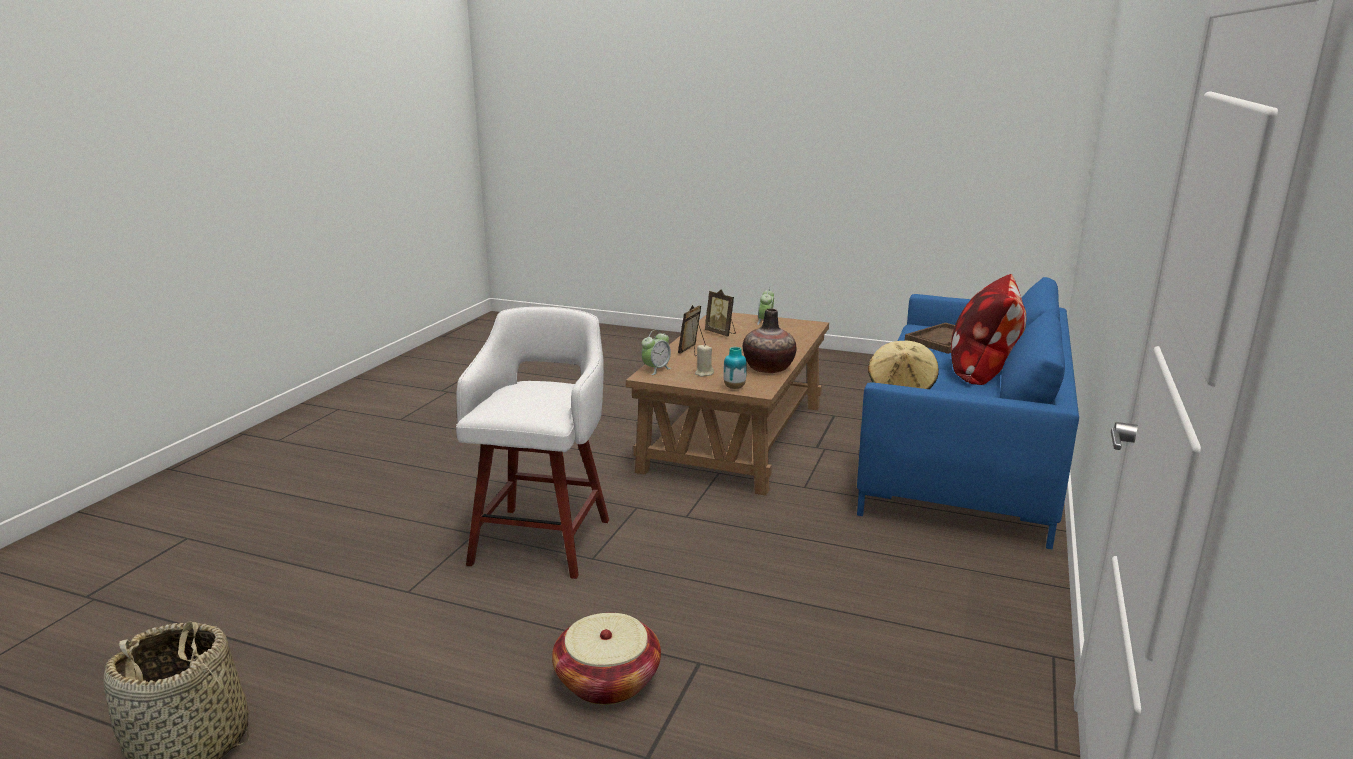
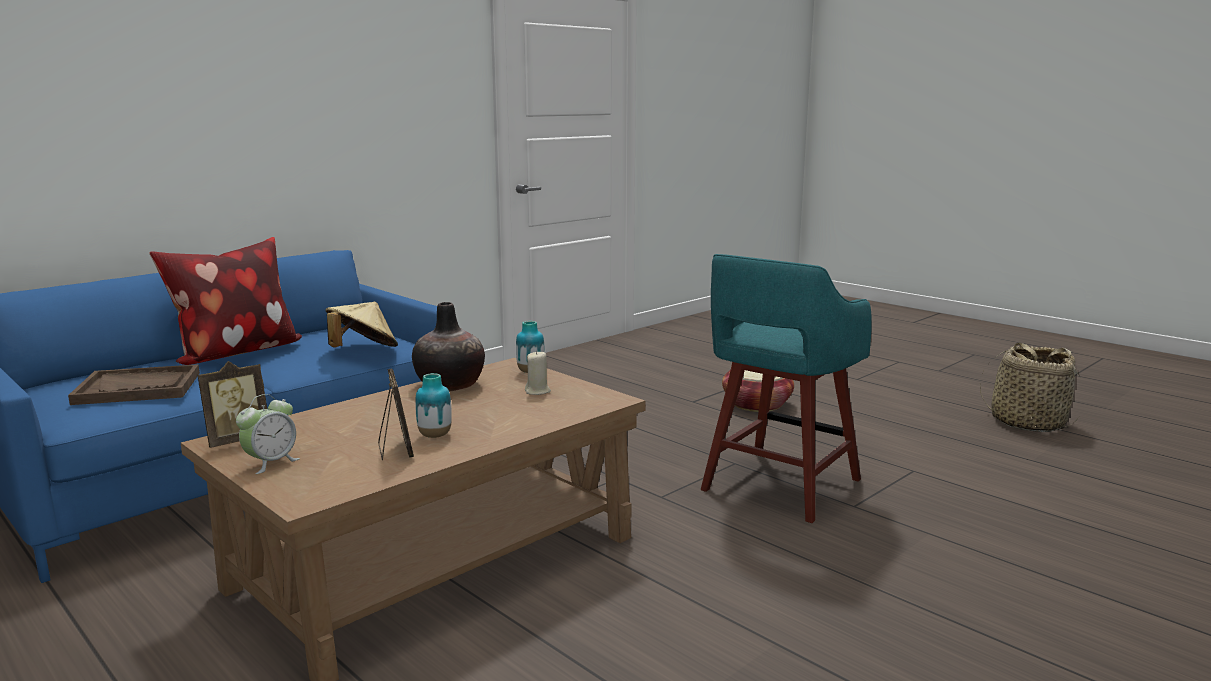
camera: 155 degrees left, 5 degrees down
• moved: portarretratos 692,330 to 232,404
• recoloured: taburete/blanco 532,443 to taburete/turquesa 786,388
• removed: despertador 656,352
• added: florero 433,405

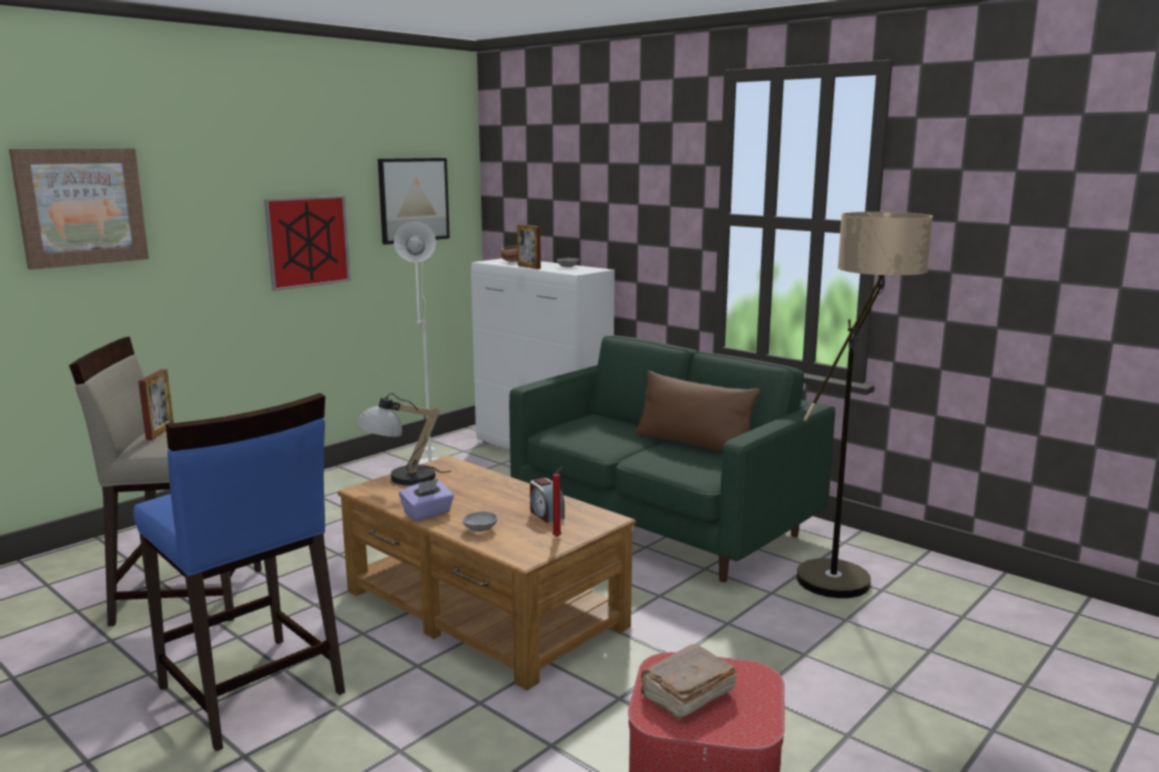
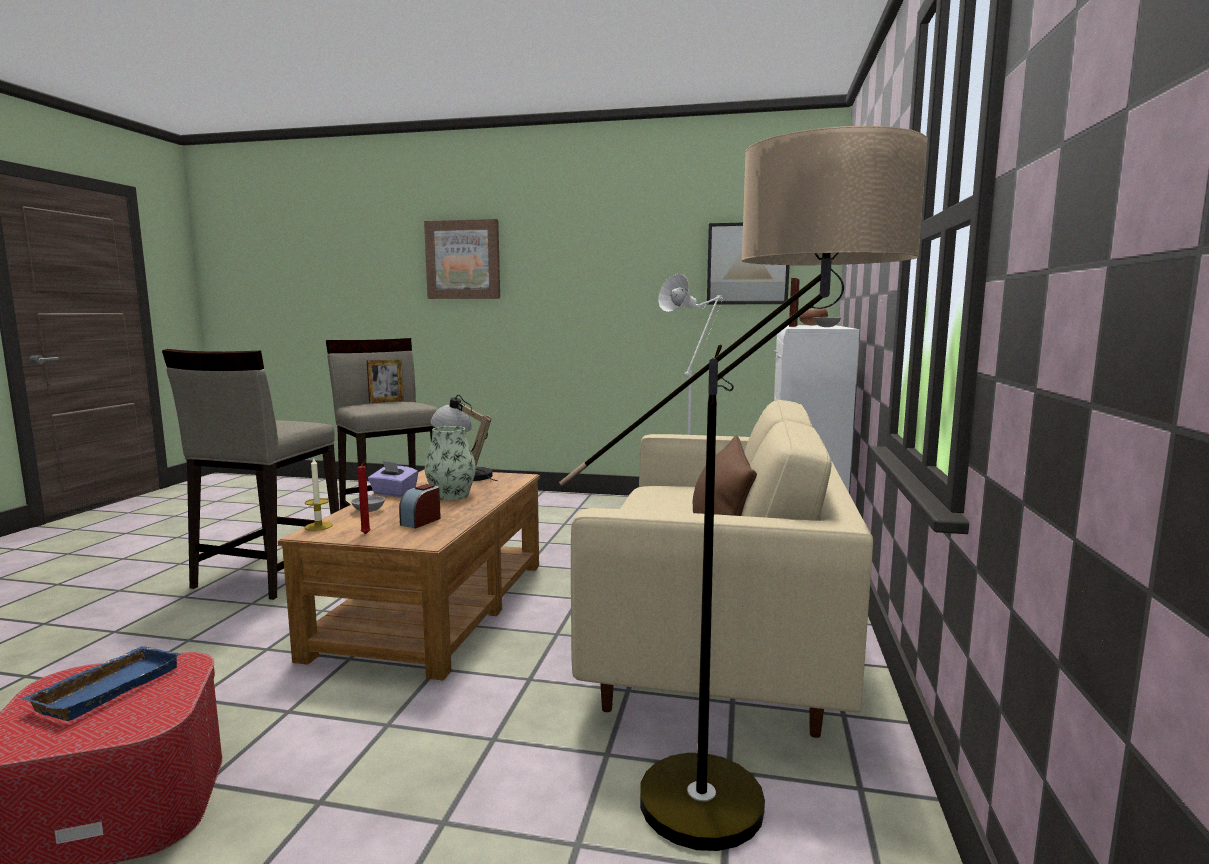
camera: 60 degrees right, 5 degrees down
• removed: cuadro 307,243
• recoloured: sofá/verde 672,459 to sofá/beis 722,569
• recoloured: taburete/azul 239,572 to taburete/beis 250,474
• replaced: libro/marrón 688,682 to bandeja/azul 101,683
• added: florero 450,463
• added: vela 319,494

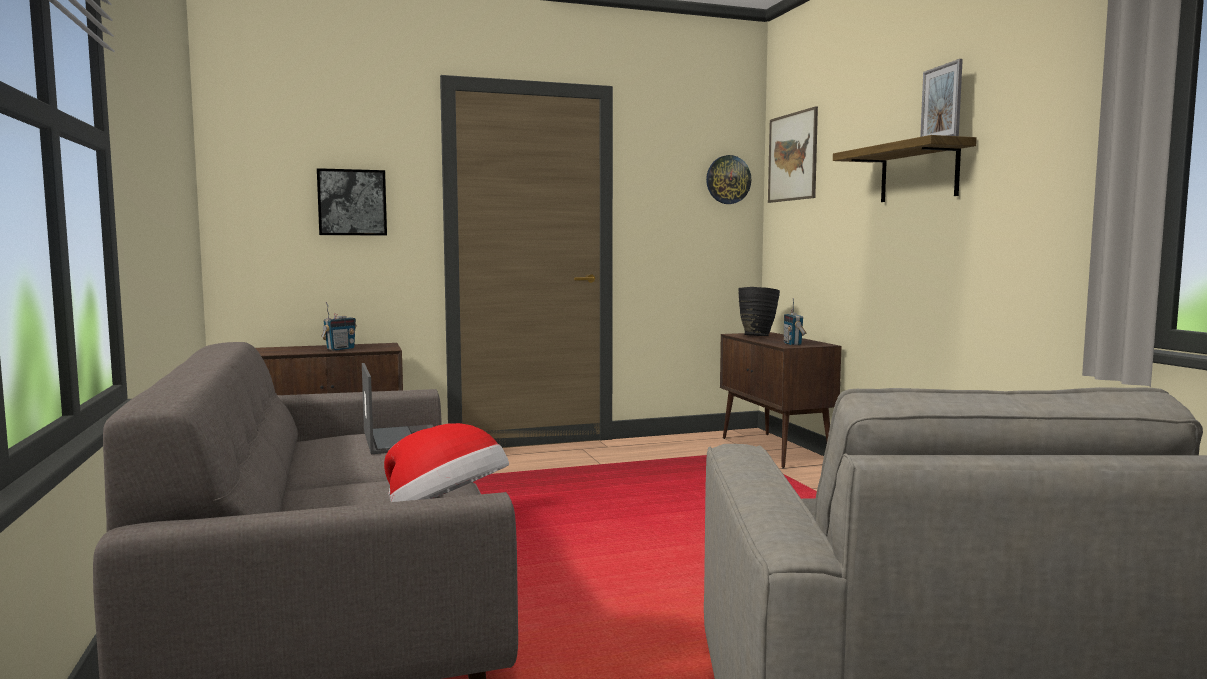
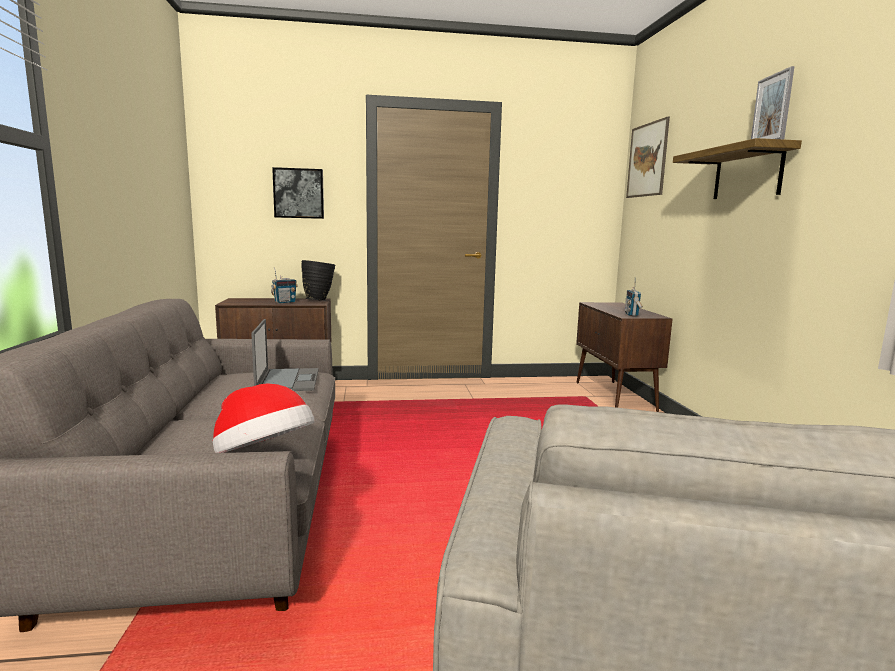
camera: 10 degrees right, 5 degrees up
• removed: reloj de pared 728,179
• moved: florero/negro 759,311 to 318,280

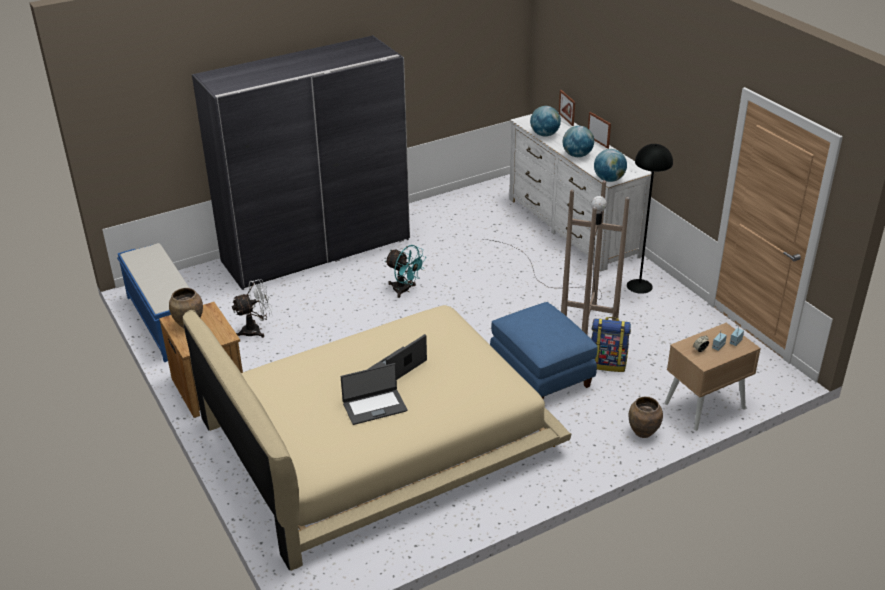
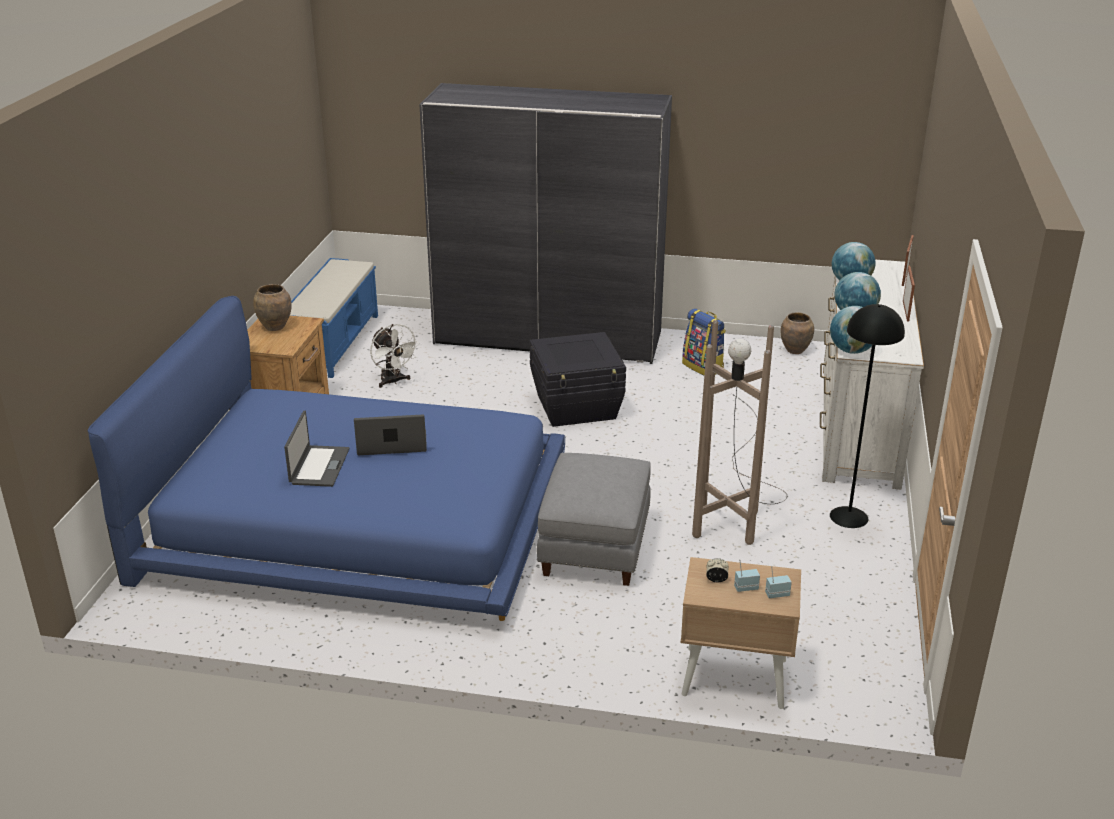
camera: 40 degrees right, 5 degrees down
• replaced: ventilador/turquesa 405,271 to caja de almacenaje/negro 578,379
• turned: ventilador/blanco 252,308 = 395,356 45 degrees clockwise
• recoloured: puf/azul 544,351 to puf/gris 594,519
• recoloured: cama/beis 377,438 to cama/azul 326,458
• moved: mochila 611,344 to 704,342
• turned: portátil 374,394 = 316,449 105 degrees counterclockwise
• moved: florero/marrón 646,417 to 797,333

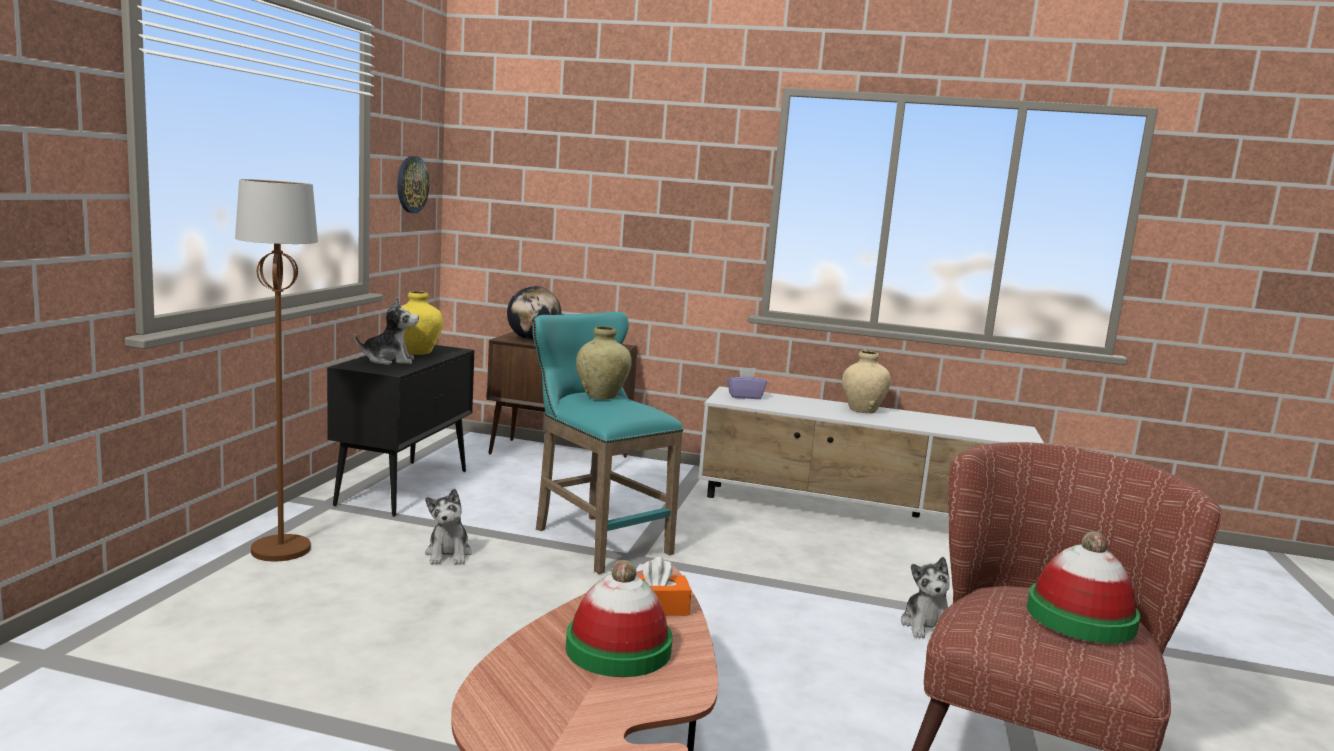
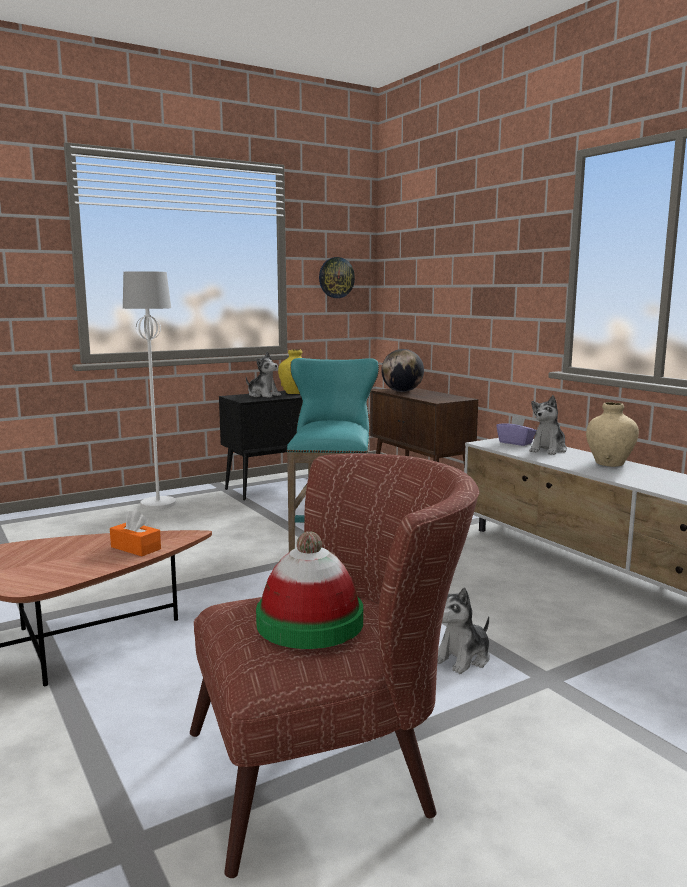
camera: 45 degrees right, 0 degrees up
• recoloured: lámpara de pie/marrón 276,370 to lámpara de pie/blanco 149,390
• removed: florero/beis 604,362
• moved: peluche 448,526 to 548,425
• removed: sombrero 619,618

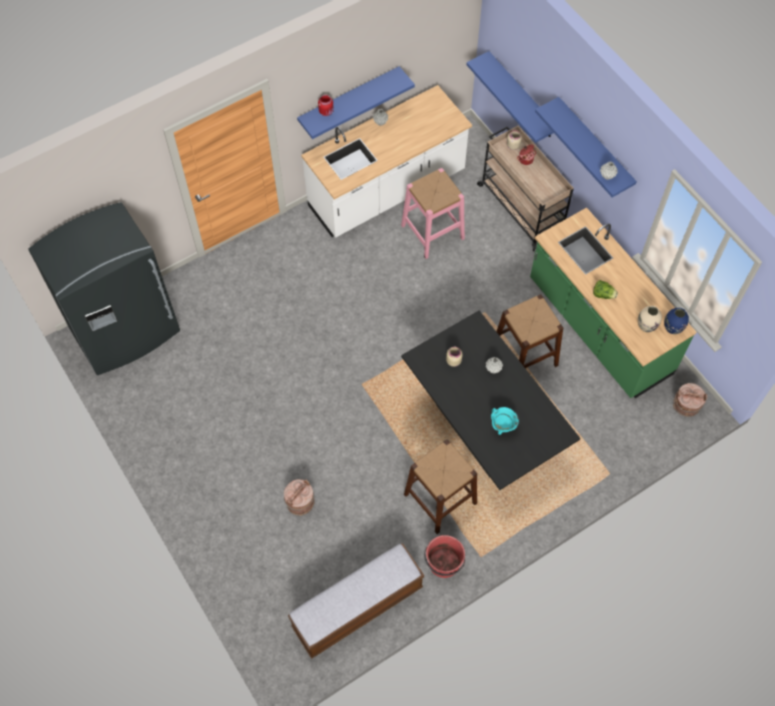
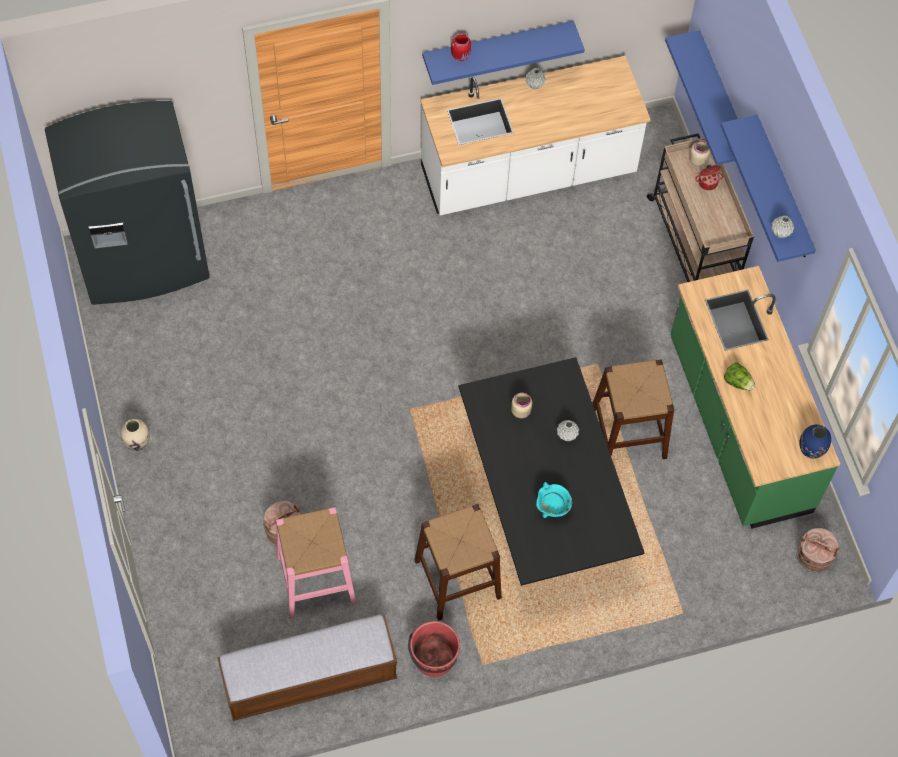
camera: 15 degrees right, 0 degrees up
• moved: taburete/rosa 433,213 to 316,563
• moved: florero/beis 650,319 to 135,435

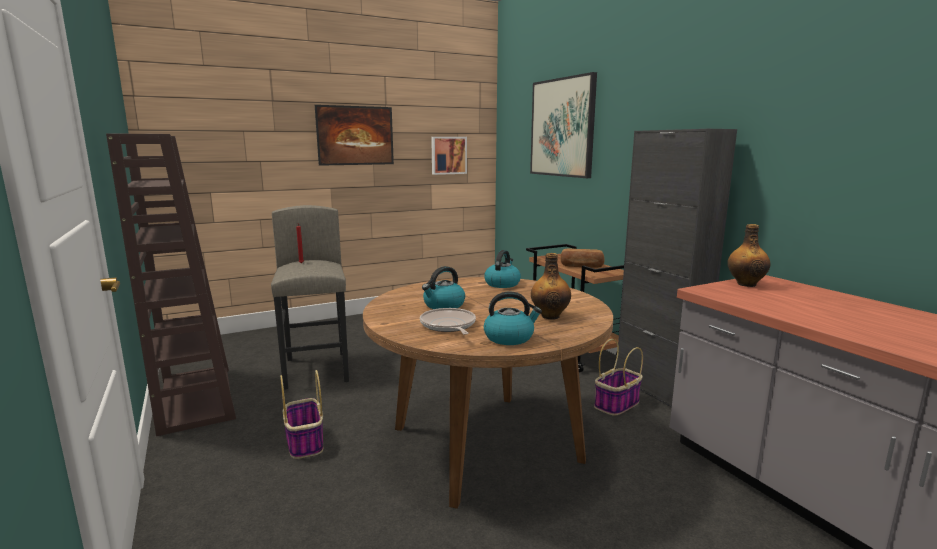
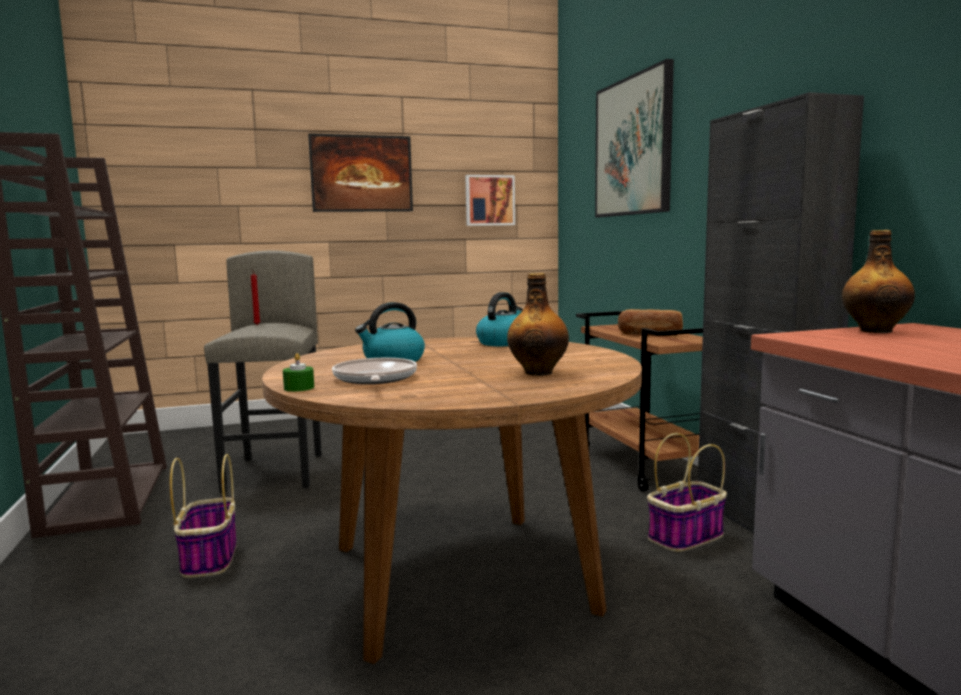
camera: 10 degrees right, 5 degrees down
• removed: hervidor 513,318
• added: vela/verde 298,372

